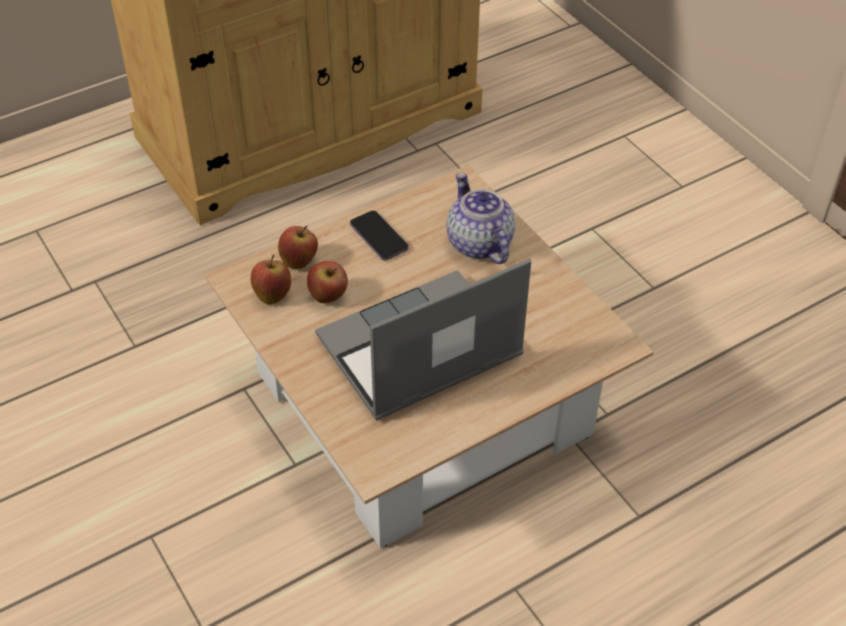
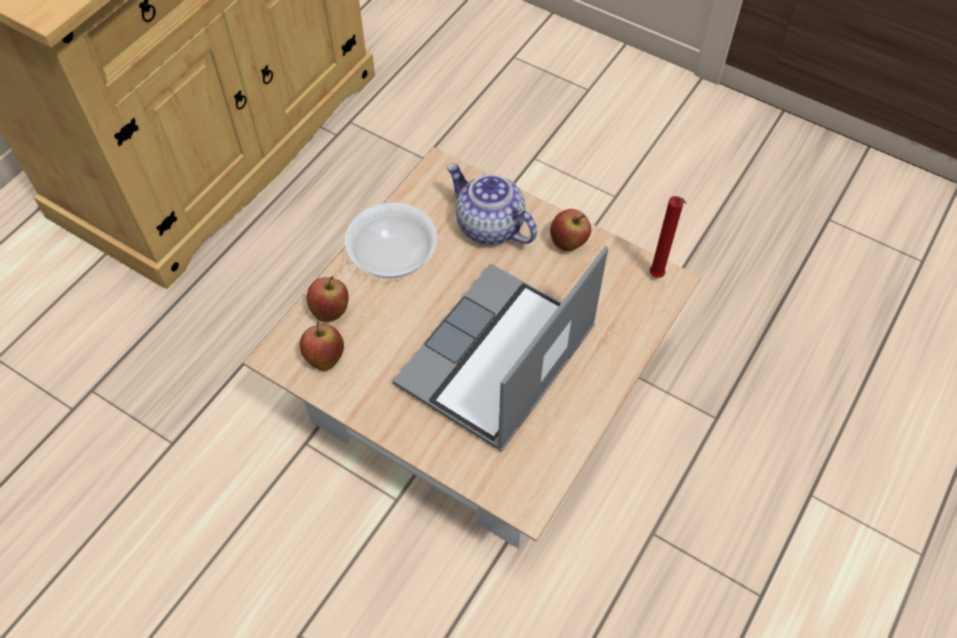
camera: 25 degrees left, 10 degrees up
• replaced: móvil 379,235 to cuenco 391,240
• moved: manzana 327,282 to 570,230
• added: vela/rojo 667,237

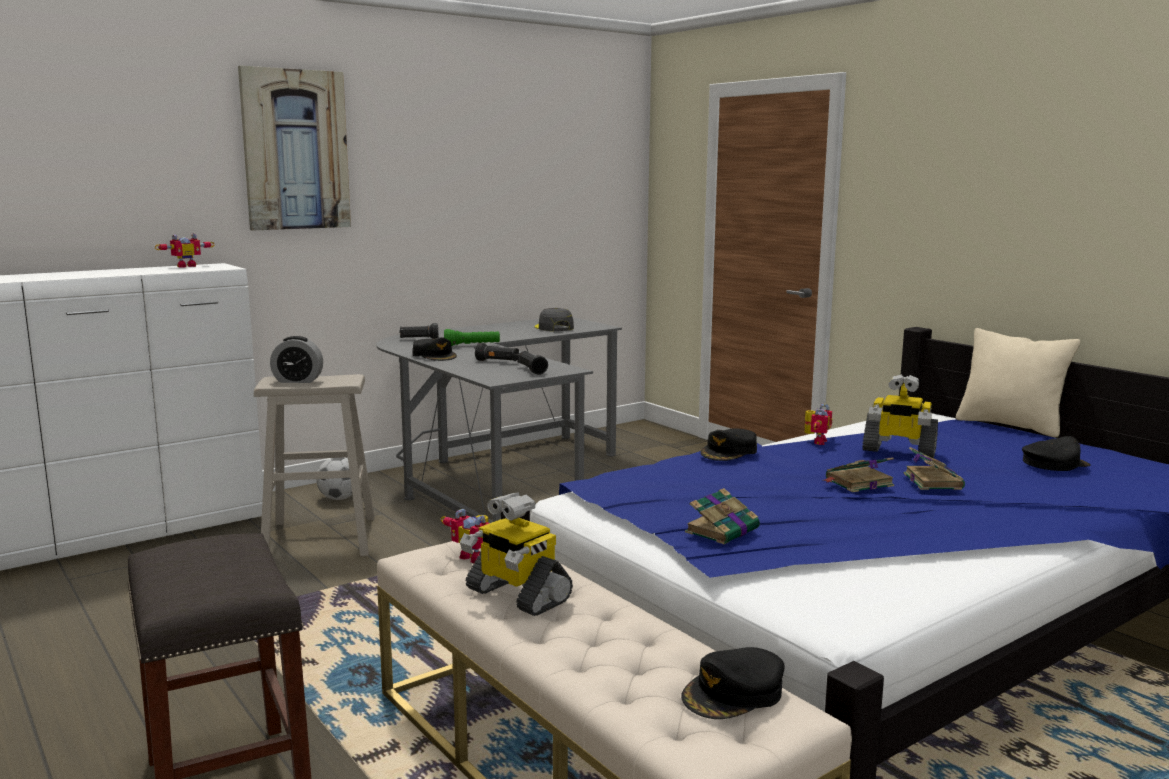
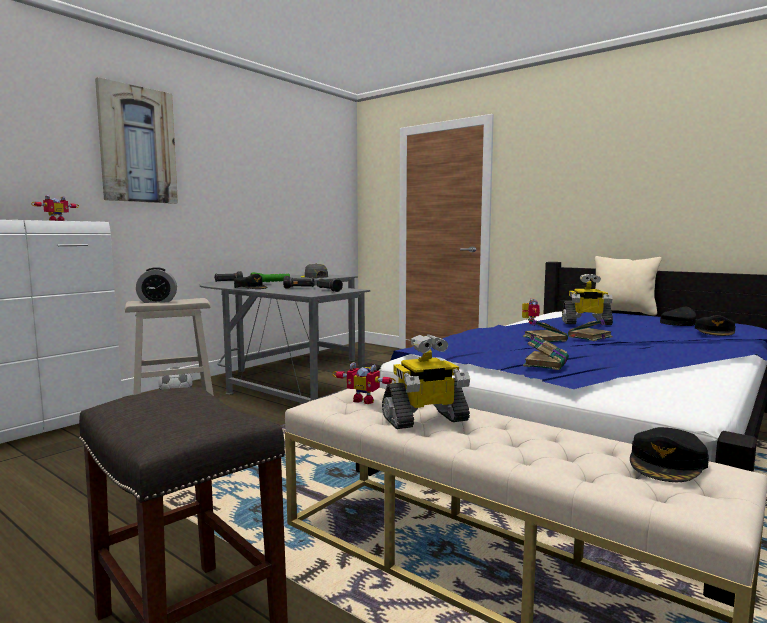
camera: 15 degrees left, 5 degrees down
• moved: gorra/negro 728,444 to 715,325
• moved: libro 934,468 to 545,330
• turned: robot de juguete 516,554 = 426,381 45 degrees counterclockwise

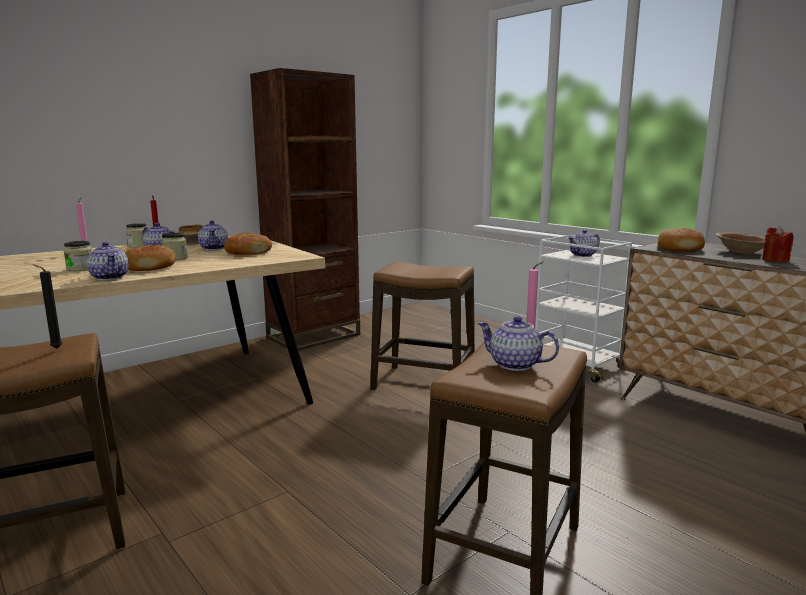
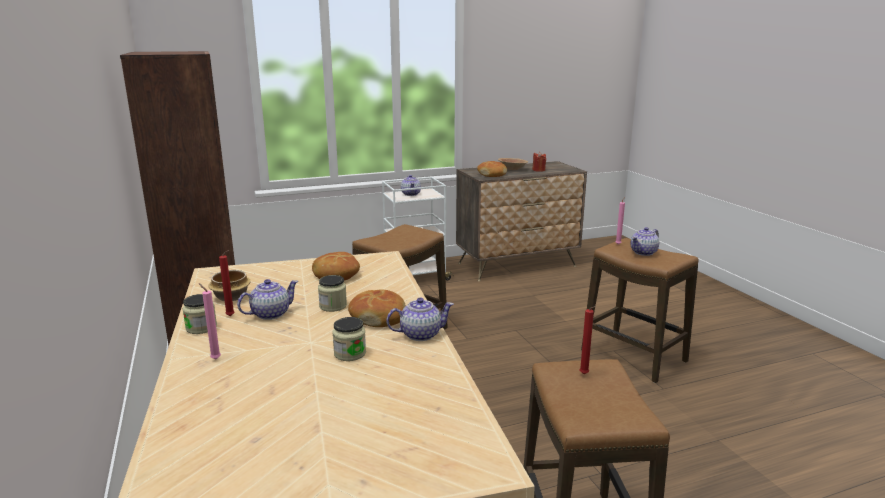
camera: 70 degrees left, 5 degrees up
• removed: tetera 213,235
• recoloured: vela/negro 47,306 to vela/rojo 587,340

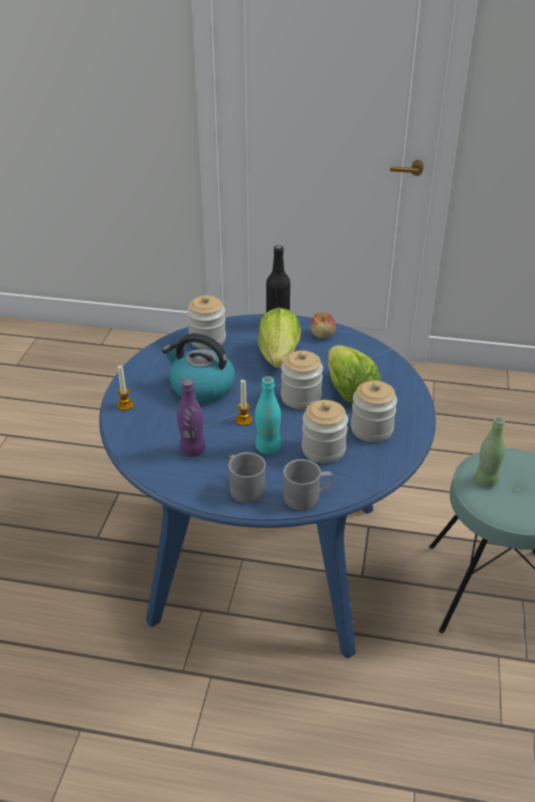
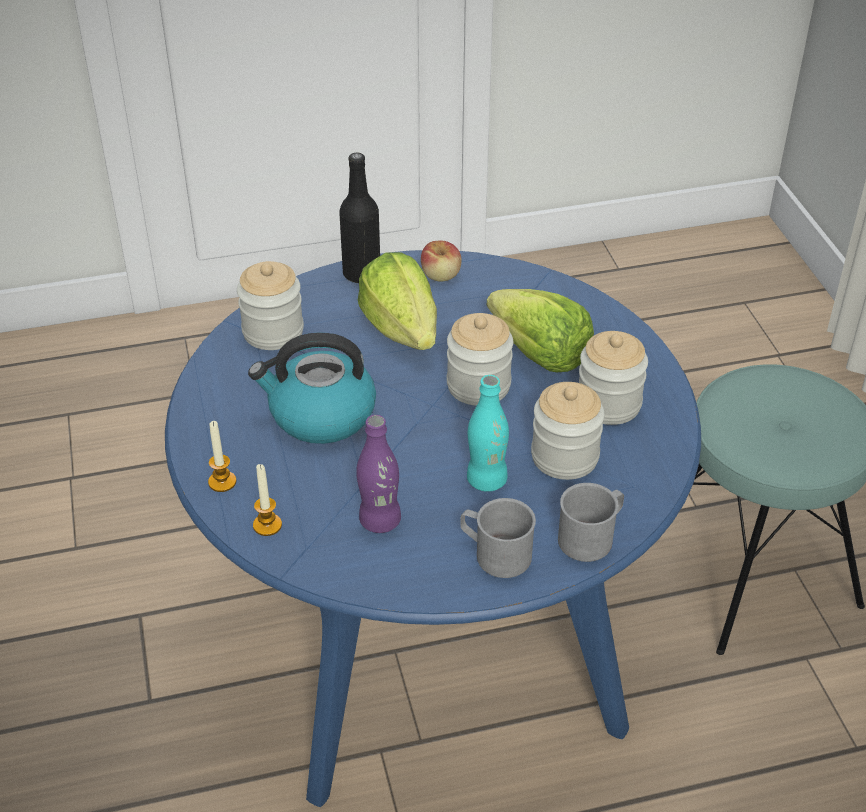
camera: 25 degrees left, 5 degrees up
• moved: vela 243,403 to 267,500
• removed: botella/verde 490,451

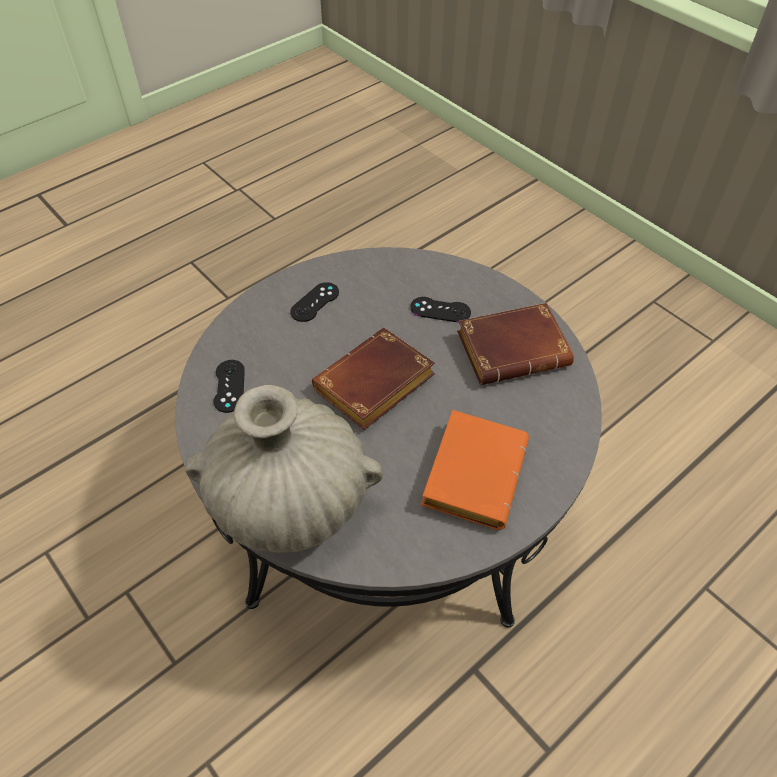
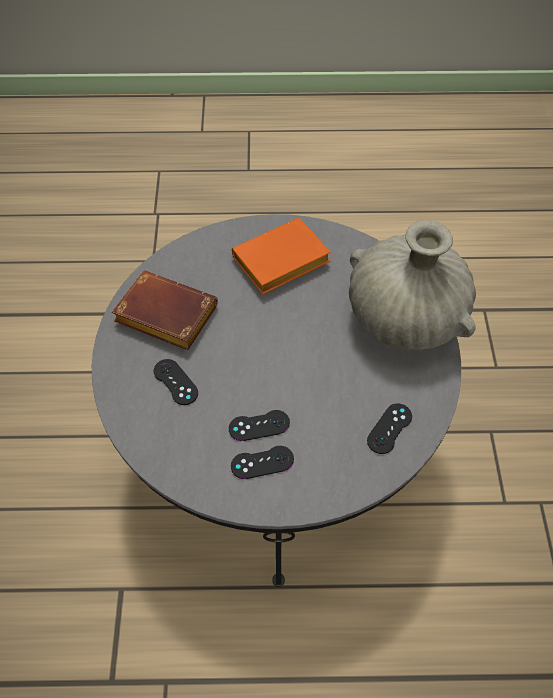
camera: 140 degrees left, 5 degrees up
• removed: libro/marrón 373,379
• added: mando de consola/negro 259,425

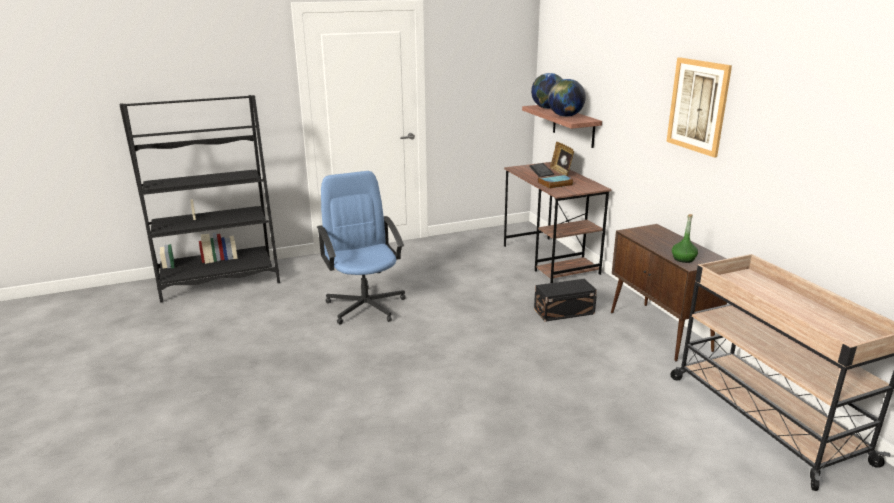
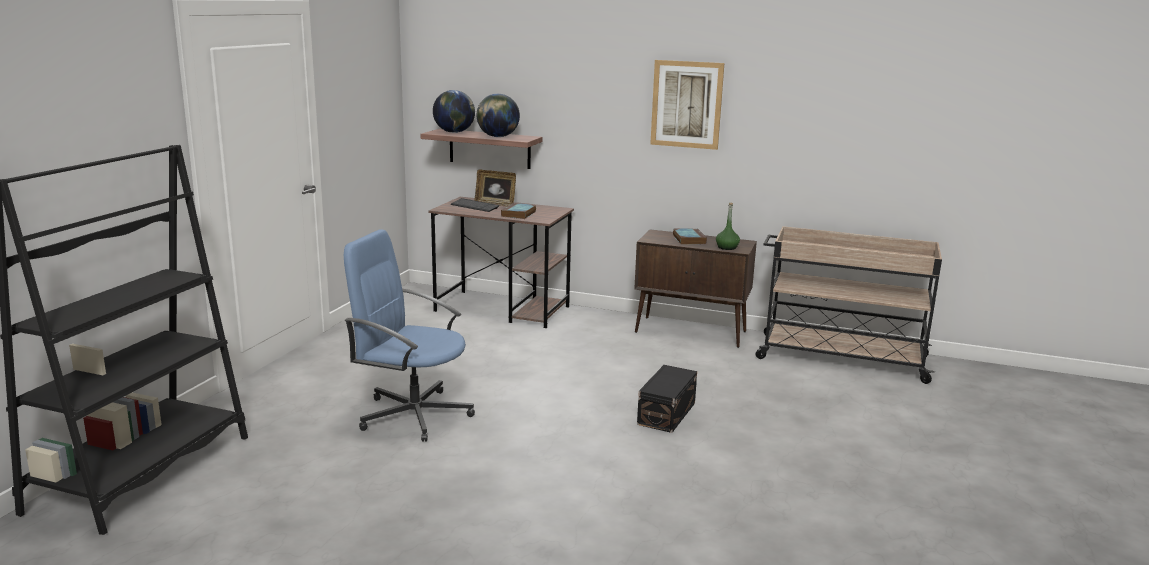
camera: 50 degrees left, 5 degrees down
• moved: caja de almacenaje/negro 565,300 to 667,399
• added: libro 690,236

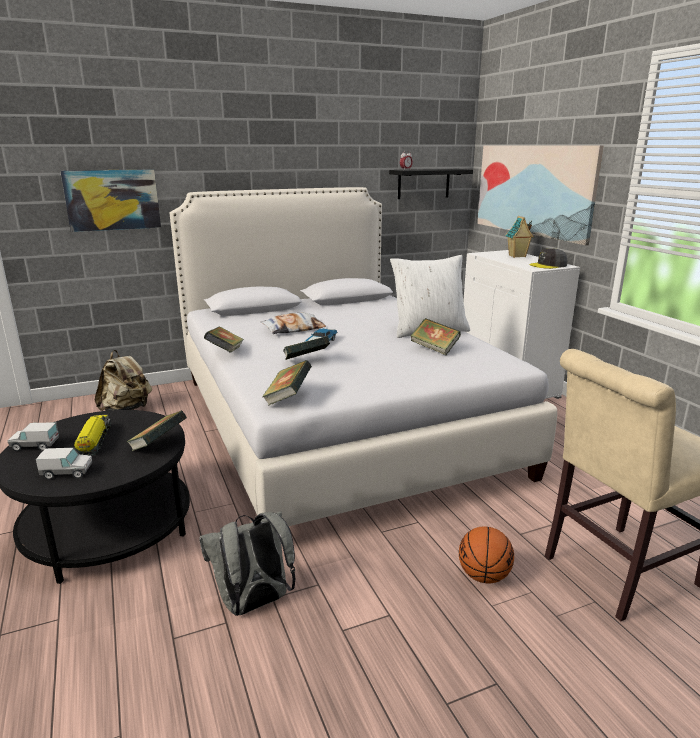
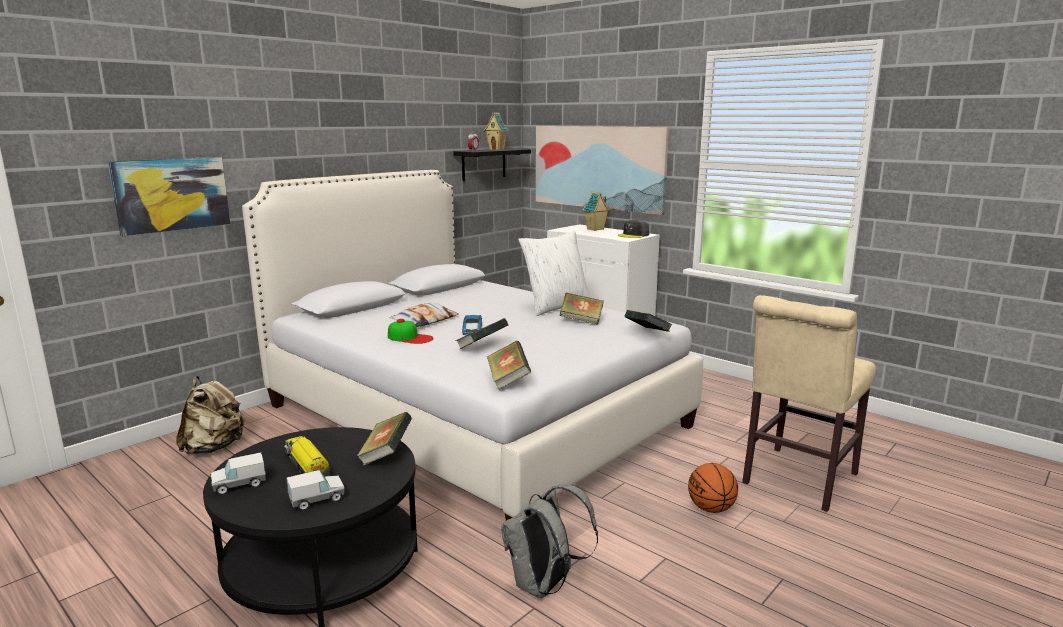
camera: 25 degrees left, 5 degrees down
• moved: libro 224,340 to 648,321
• added: casita 496,131
• added: gorra 411,331

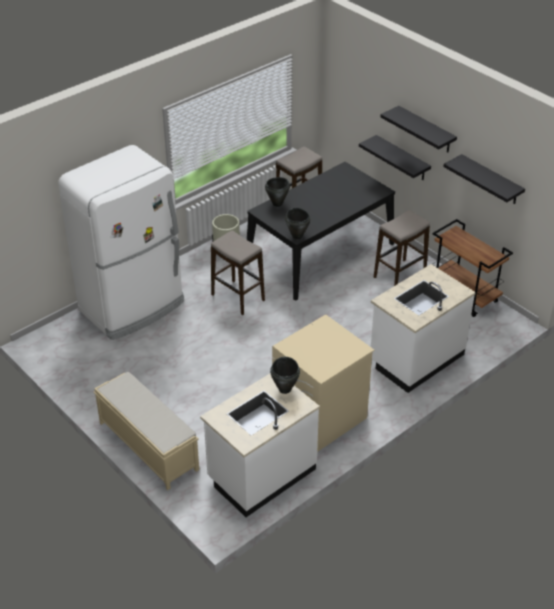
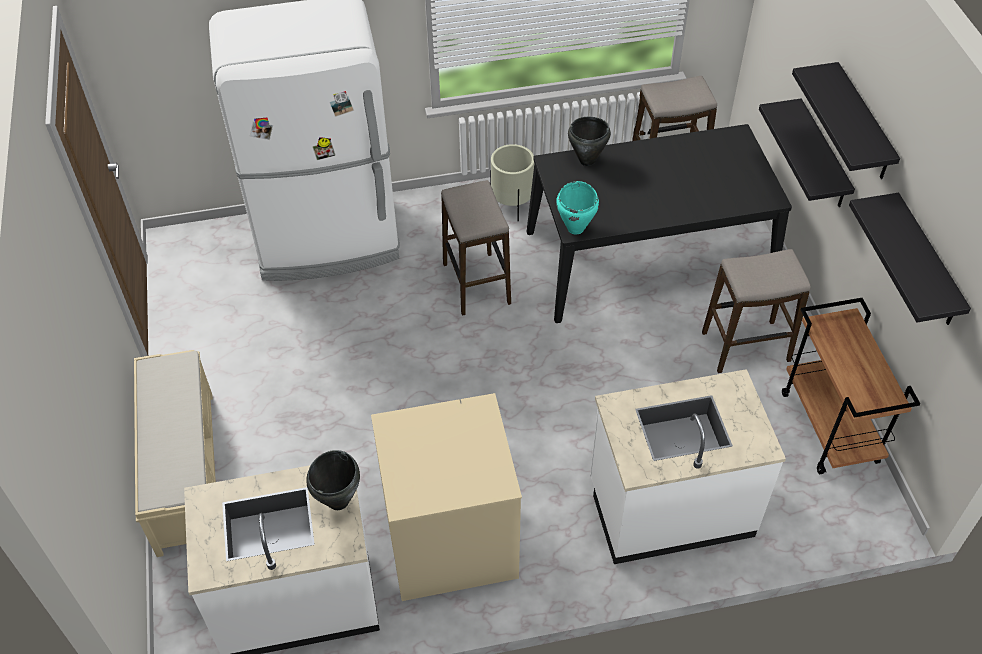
camera: 30 degrees right, 10 degrees up
• recoloured: olla/negro 297,223 to olla/turquesa 577,207

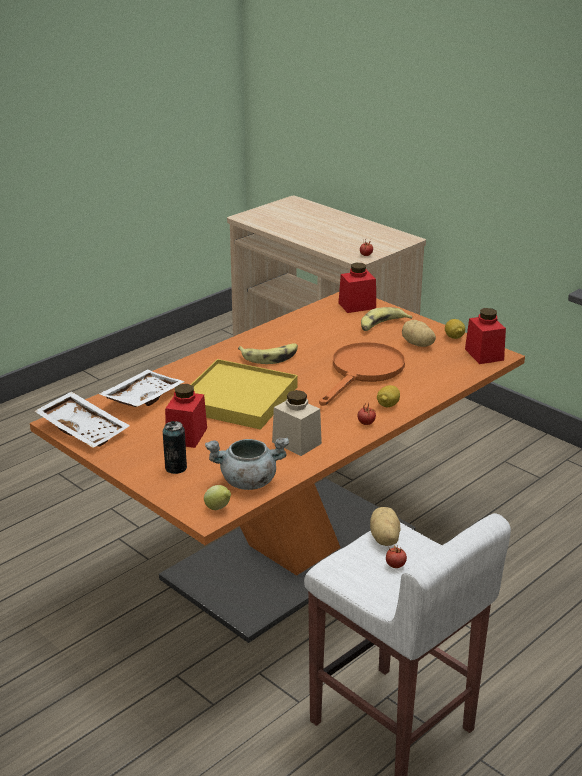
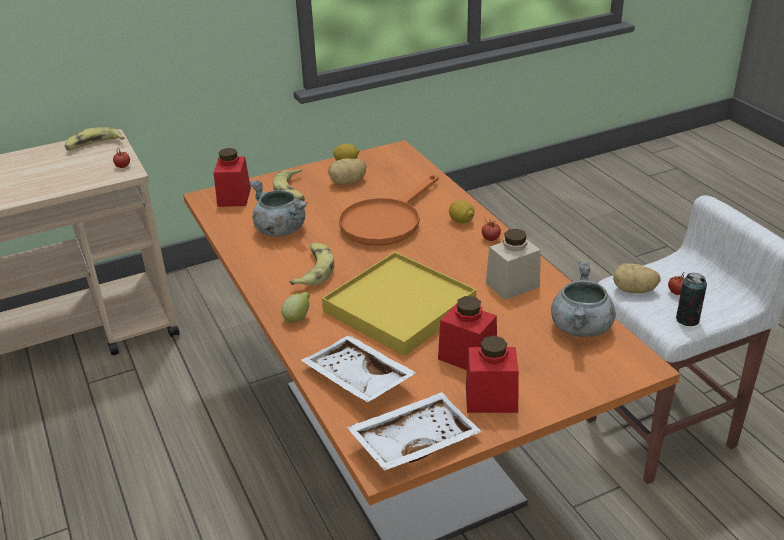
camera: 70 degrees left, 5 degrees up
• moved: tarro/rojo 485,336 to 492,374
• turned: sartén/naranja 362,374 = 388,210 105 degrees counterclockwise
• moved: lata 175,447 to 691,299
• moved: limón 217,497 to 295,307
• added: plátano 95,139
• added: olla/gris 278,208

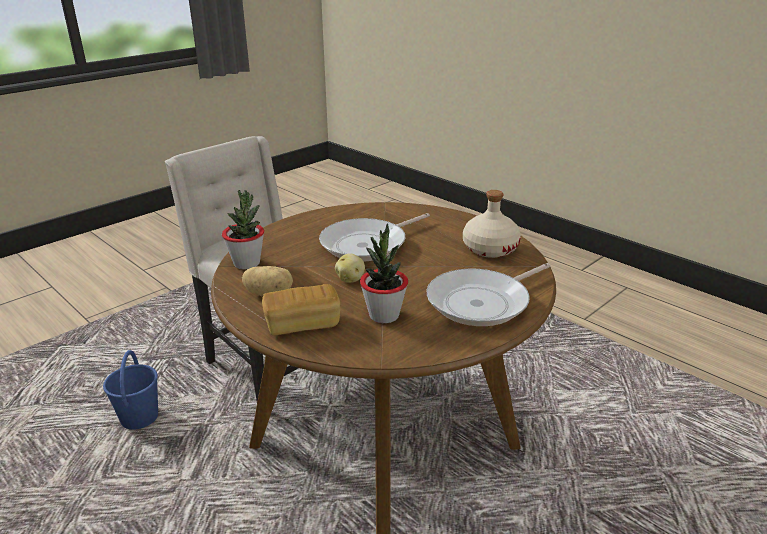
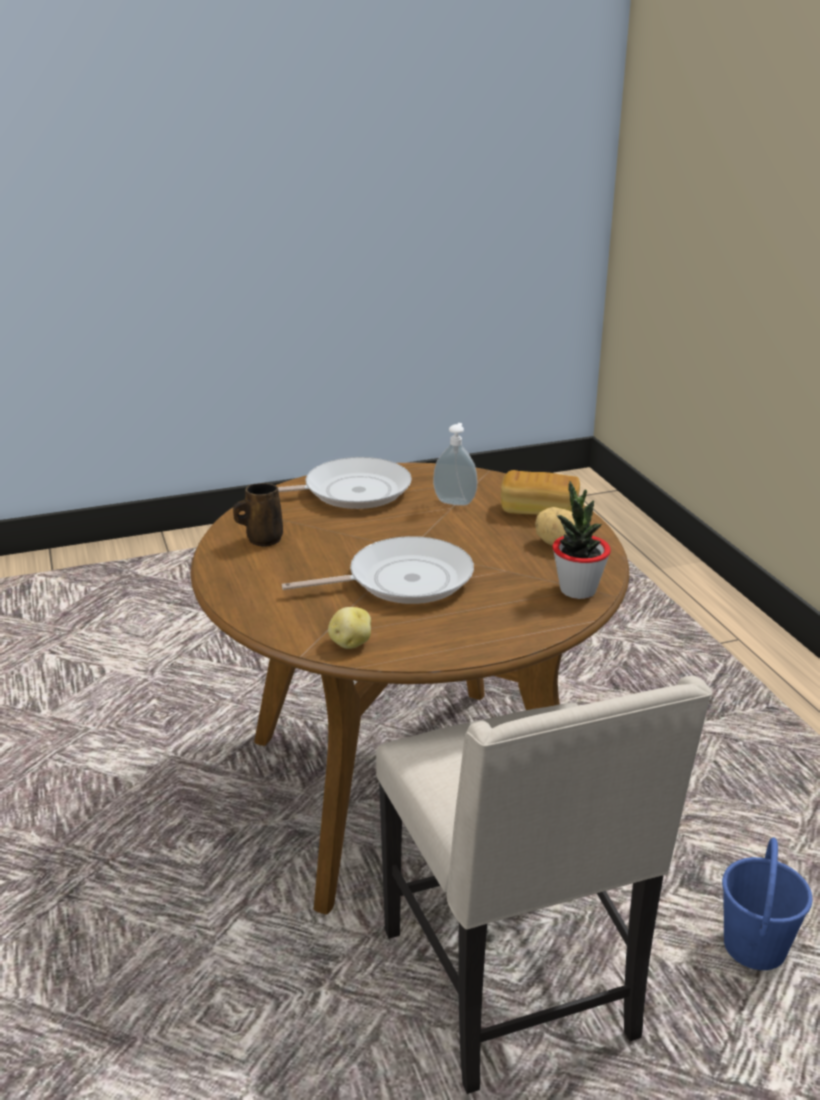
camera: 155 degrees left, 0 degrees up
• replaced: botella/beis 492,224 to taza grande/marrón 258,515
• replaced: planta en maceta 384,273 to dispensador de jabón 455,464
• moved: patata 350,268 to 349,628

